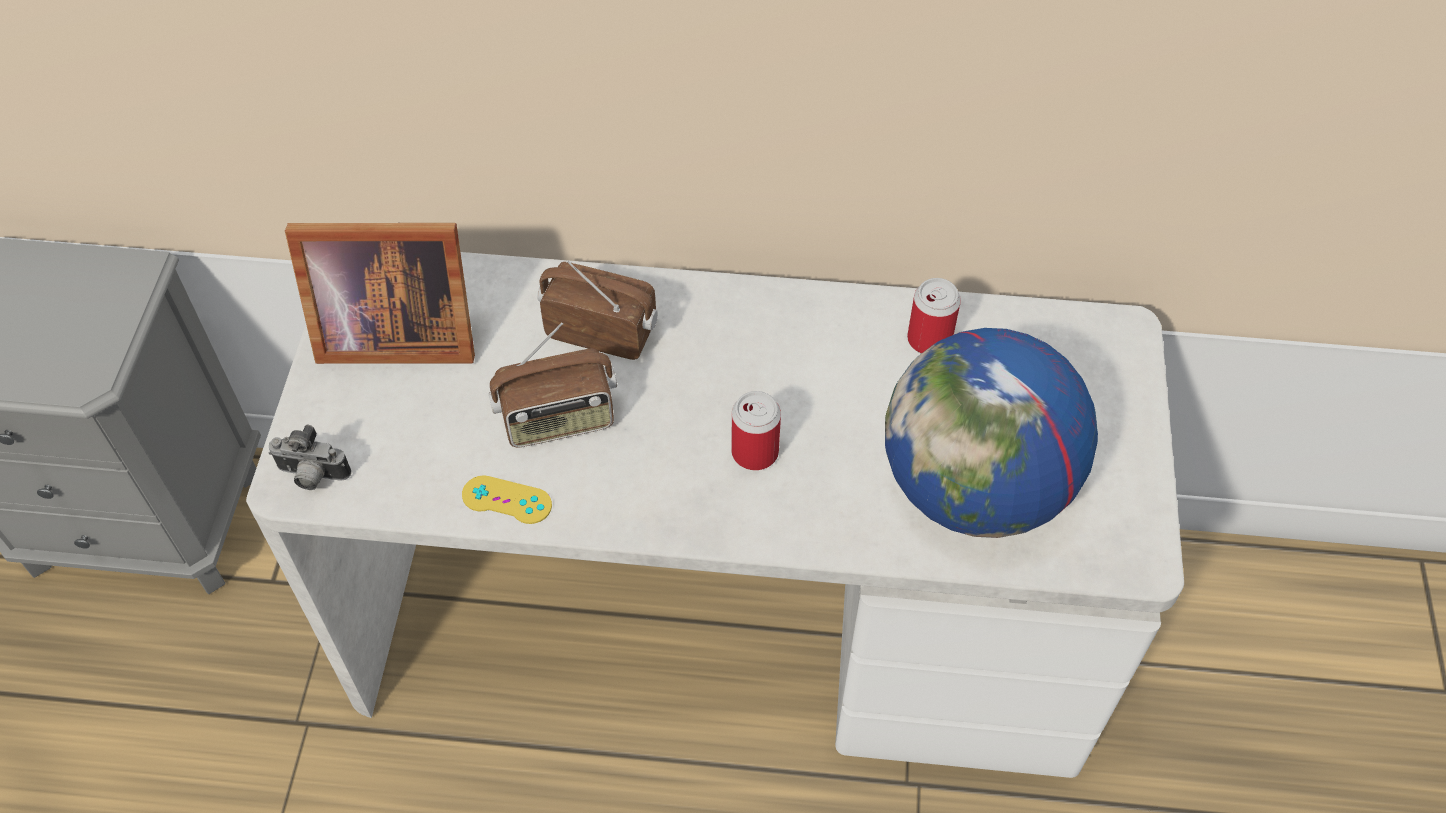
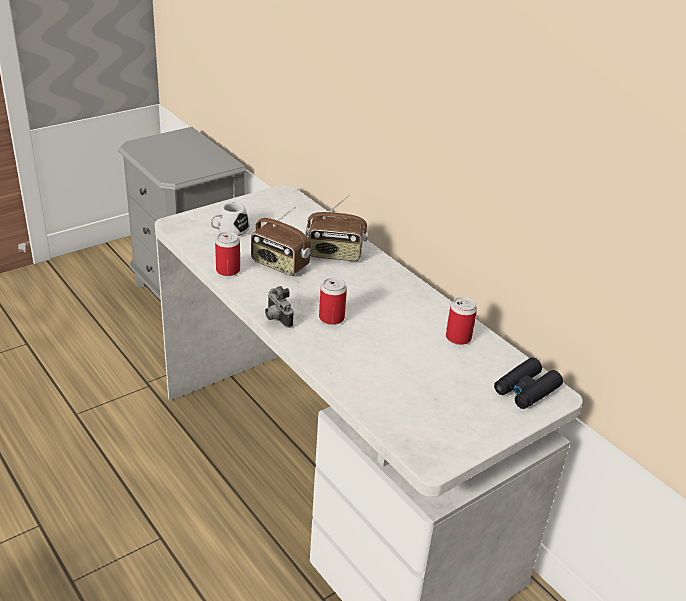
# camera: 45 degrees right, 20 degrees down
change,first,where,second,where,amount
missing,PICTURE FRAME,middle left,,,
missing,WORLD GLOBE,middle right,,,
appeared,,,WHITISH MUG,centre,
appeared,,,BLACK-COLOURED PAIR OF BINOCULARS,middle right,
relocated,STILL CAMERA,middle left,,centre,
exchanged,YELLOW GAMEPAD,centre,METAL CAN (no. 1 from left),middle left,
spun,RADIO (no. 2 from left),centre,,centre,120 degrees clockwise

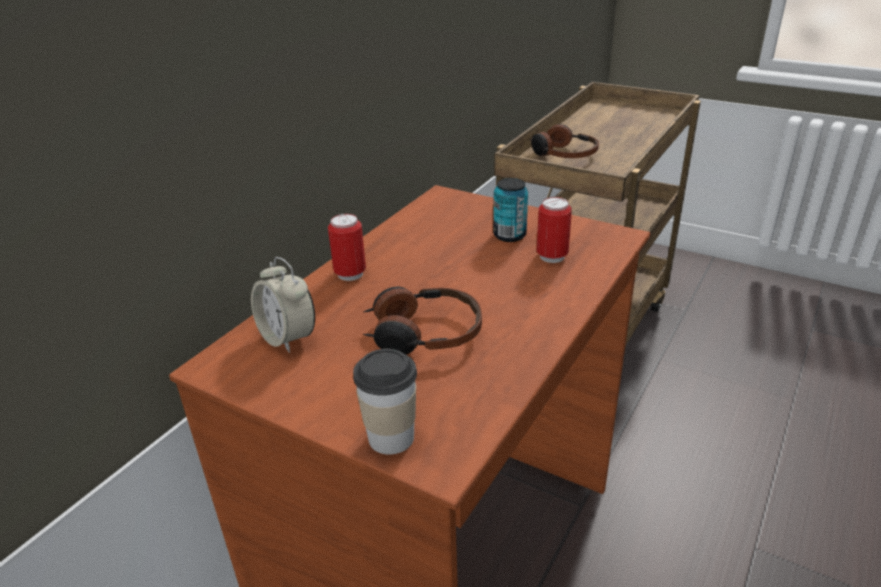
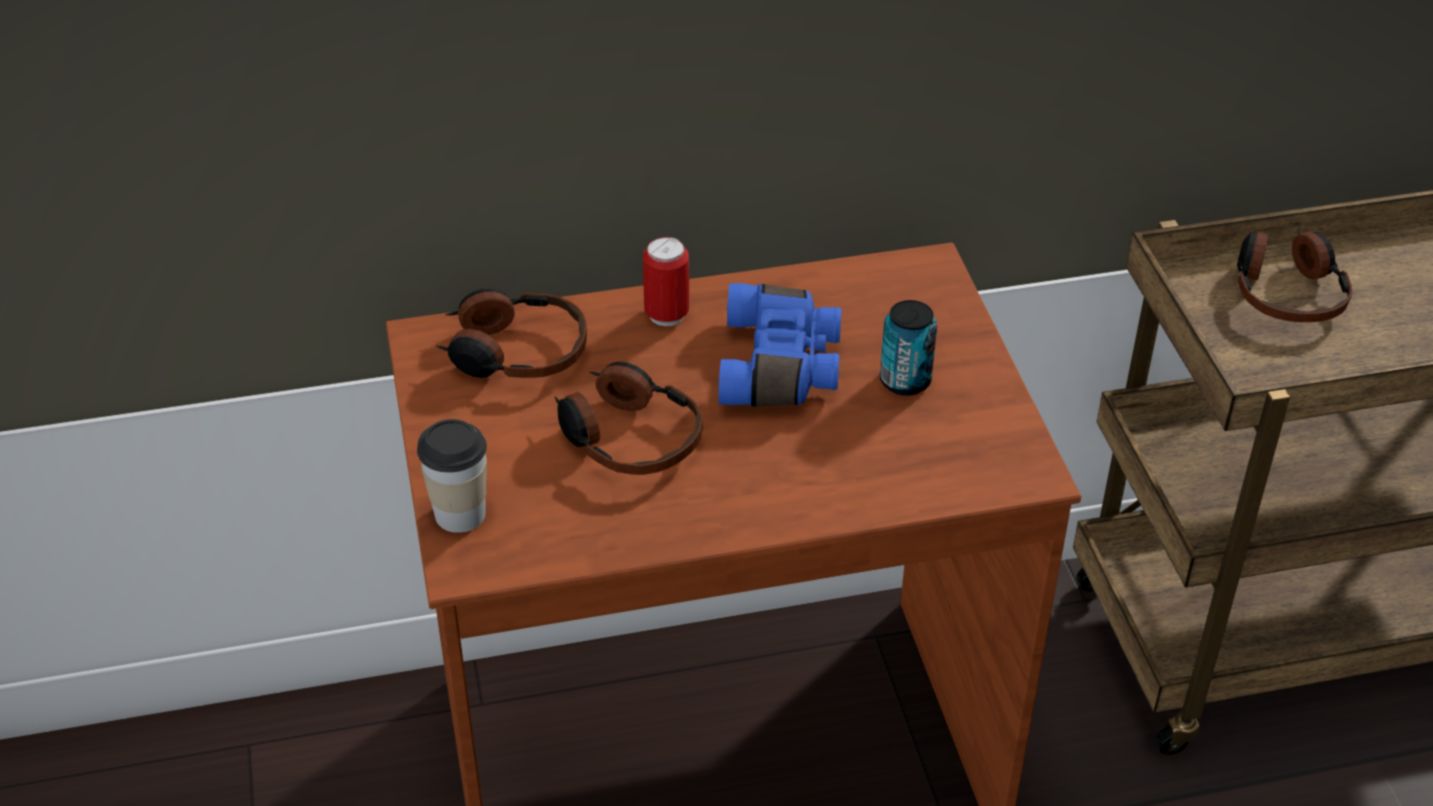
# camera: 45 degrees right, 10 degrees up
change,first,where,second,where,amount
missing,METAL CAN (no. 3 from left),centre,,,
appeared,,,BLUE PAIR OF BINOCULARS,centre,
exchanged,ALARM CLOCK,middle left,PAIR OF HEADPHONES (no. 1 from left),centre,

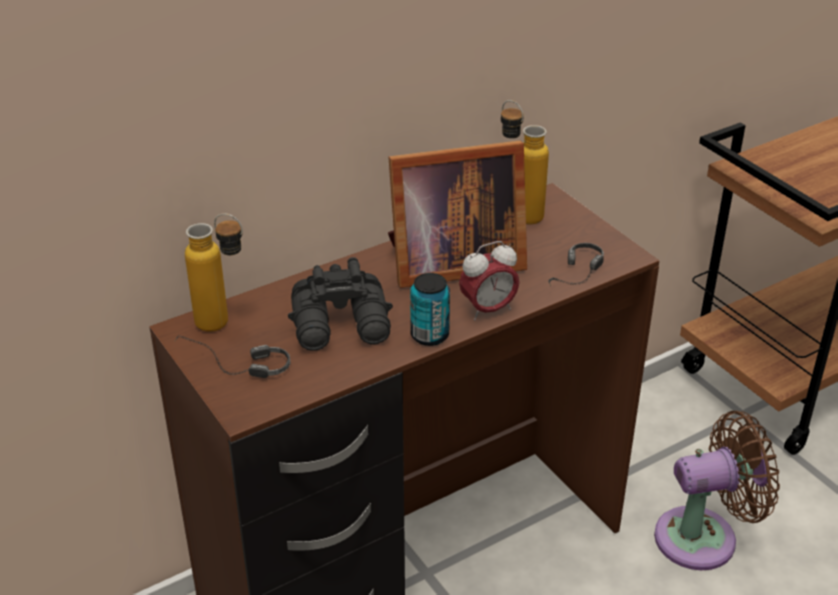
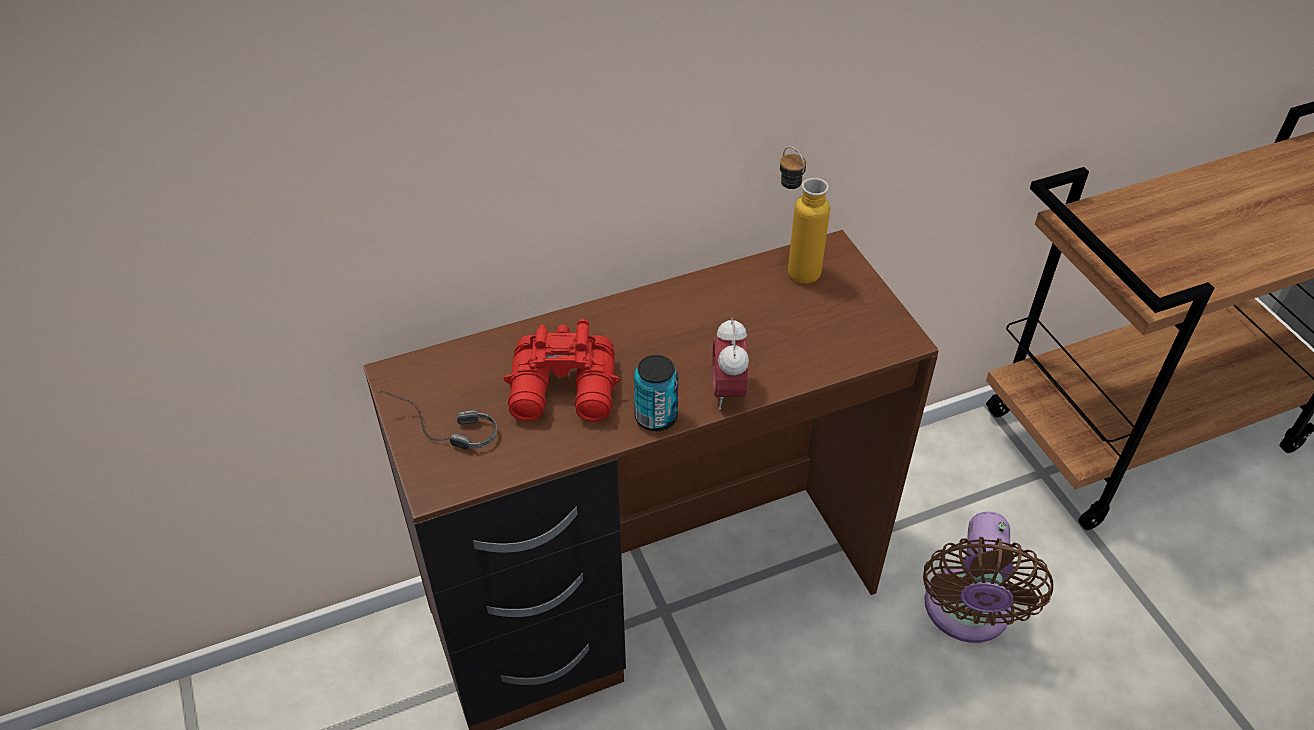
# camera: 10 degrees right, 10 degrees up
change,first,where,second,where,amount
missing,DRINK BOTTLE (no. 1 from left),middle left,,,
missing,PICTURE FRAME,centre,,,
missing,PAIR OF HEADPHONES (no. 2 from left),middle right,,,
colour,BLACK-COLOURED PAIR OF BINOCULARS,centre,REDDISH PAIR OF BINOCULARS,centre,
spun,ALARM CLOCK,centre,,centre,105 degrees clockwise
spun,BROWN-COLOURED FAN,bottom right,,bottom right,105 degrees clockwise

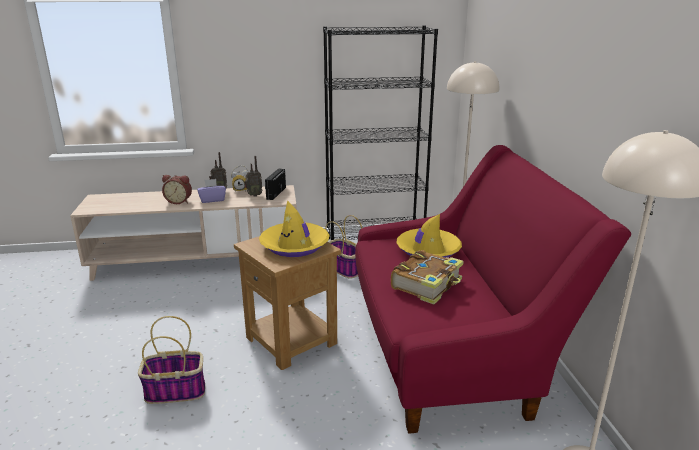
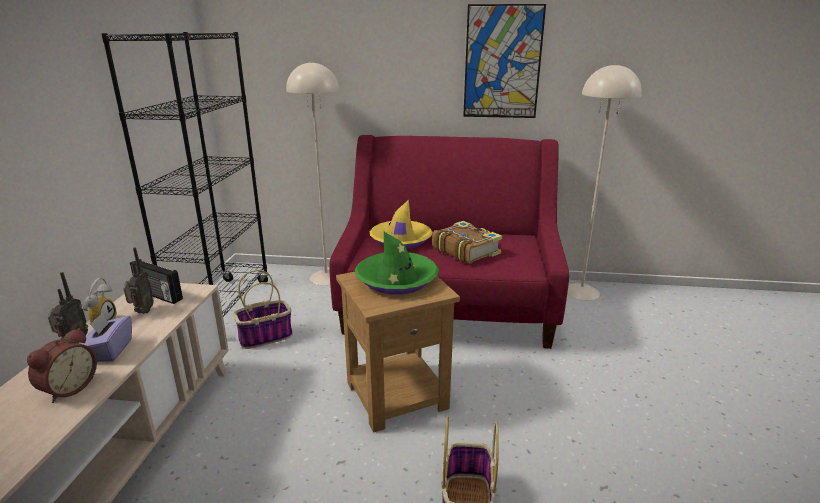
# camera: 75 degrees left, 0 degrees up
change,first,where,second,where,amount
appeared,,,PICTURE,top centre,
colour,YELLOW CLOTHING HAT (no. 1 from left),centre,GREEN-COLOURED CLOTHING HAT,centre,

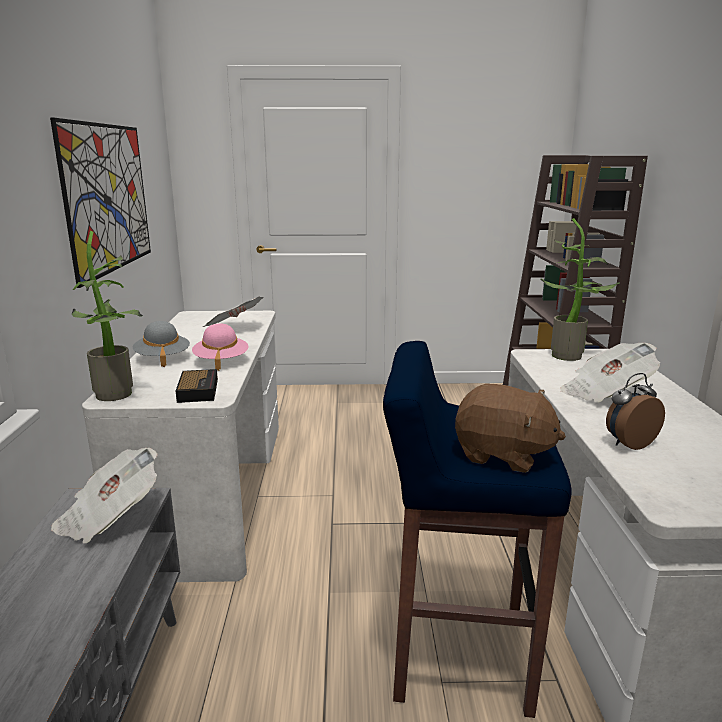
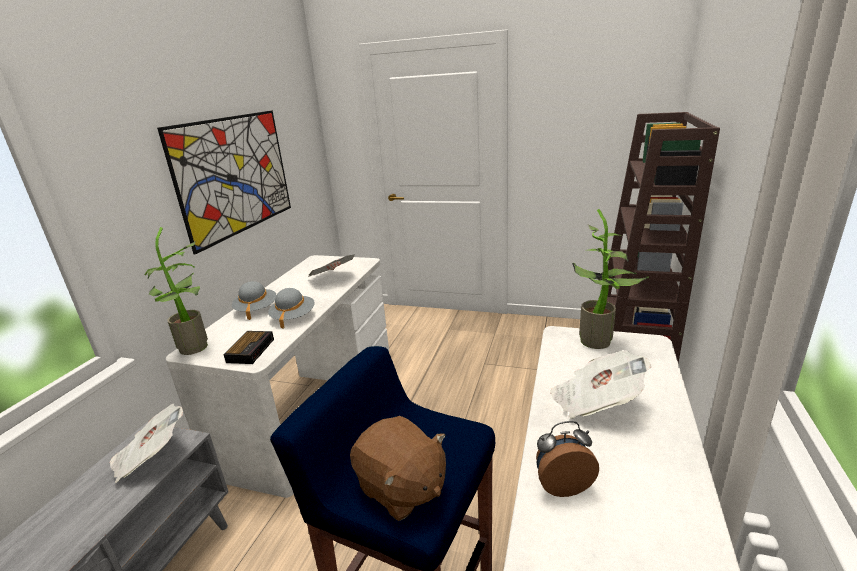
# camera: 20 degrees right, 5 degrees up
change,first,where,second,where,amount
colour,PINKISH CLOTHING HAT,middle left,GREY CLOTHING HAT (no. 2 from left),centre,

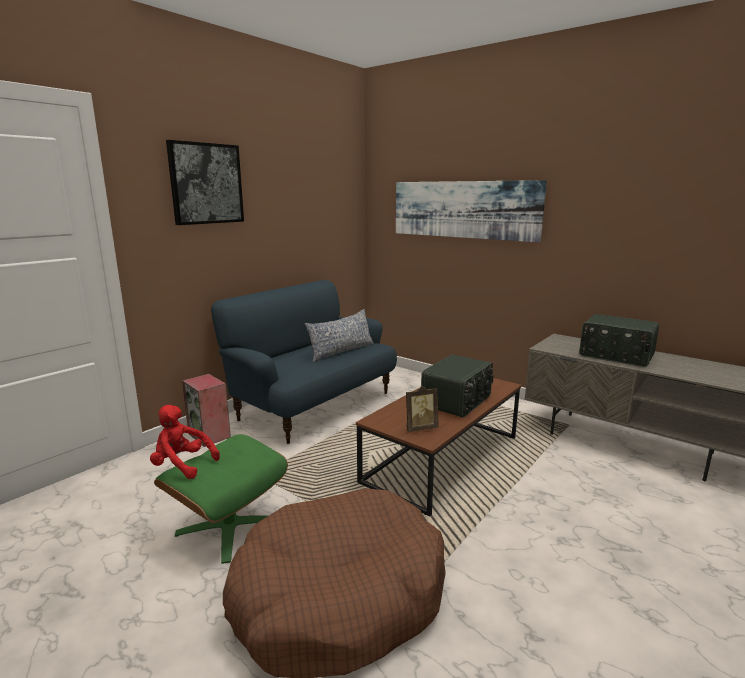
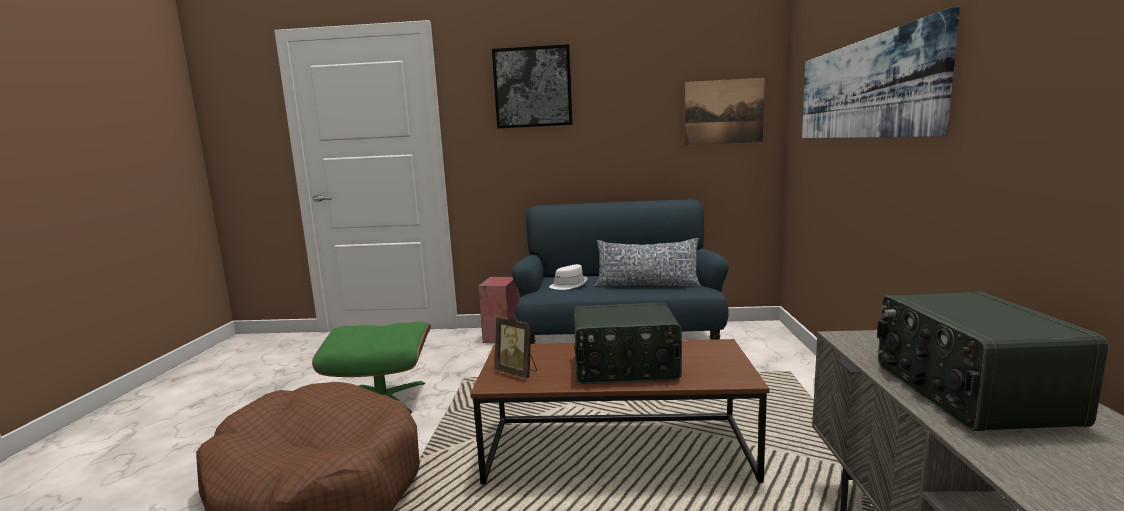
# camera: 55 degrees right, 5 degrees down
change,first,where,second,where,amount
missing,REDDISH CUDDLY TOY,middle left,,,
appeared,,,WHITISH CLOTHING HAT,centre,
appeared,,,PICTURE (no. 2 from left),top centre,

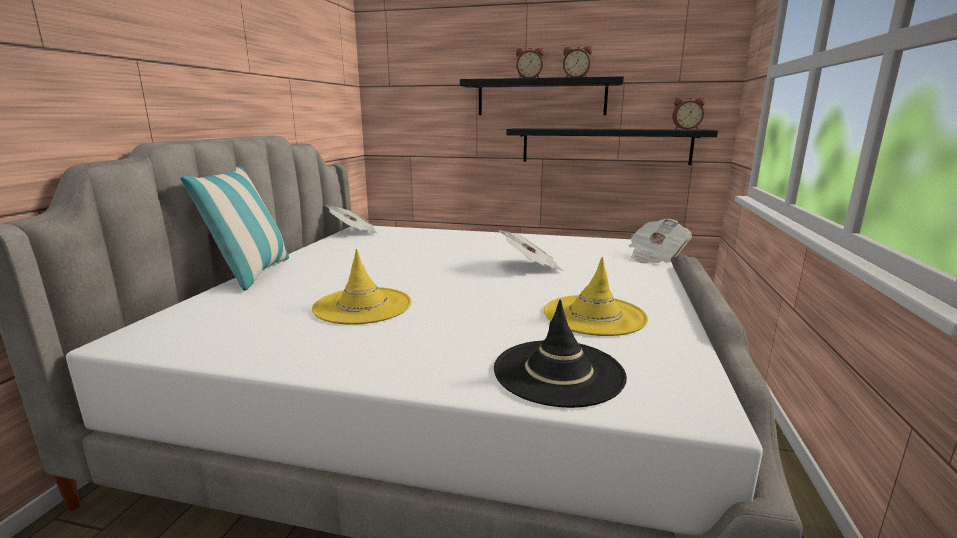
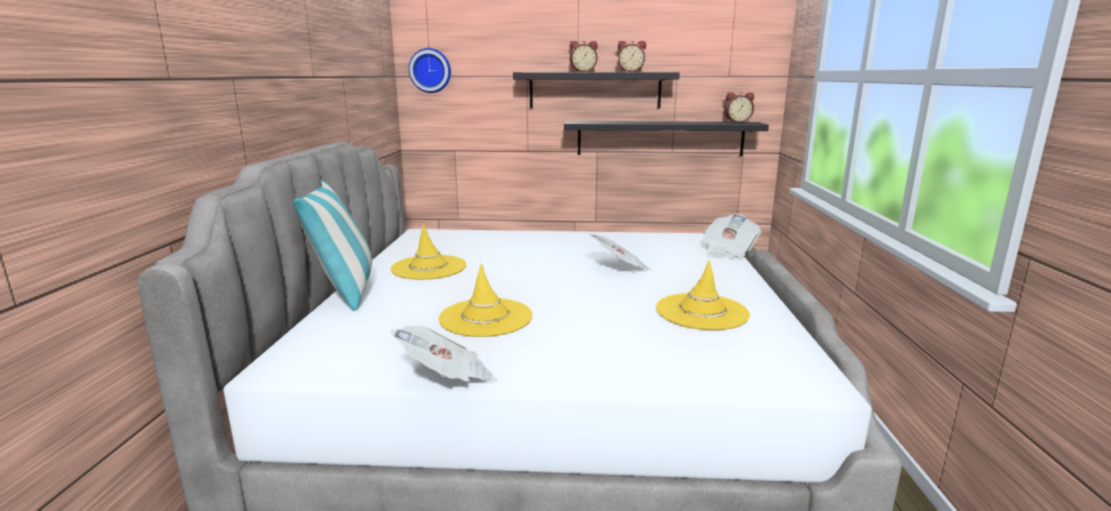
# camera: 10 degrees left, 0 degrees up
change,first,where,second,where,amount
missing,BLACK-COLOURED CLOTHING HAT,centre,,,
appeared,,,YELLOW CLOTHING HAT (no. 1 from left),centre,
appeared,,,WALL CLOCK,top centre,
relocated,PRINTED PAPER (no. 1 from left),centre,,bottom centre,

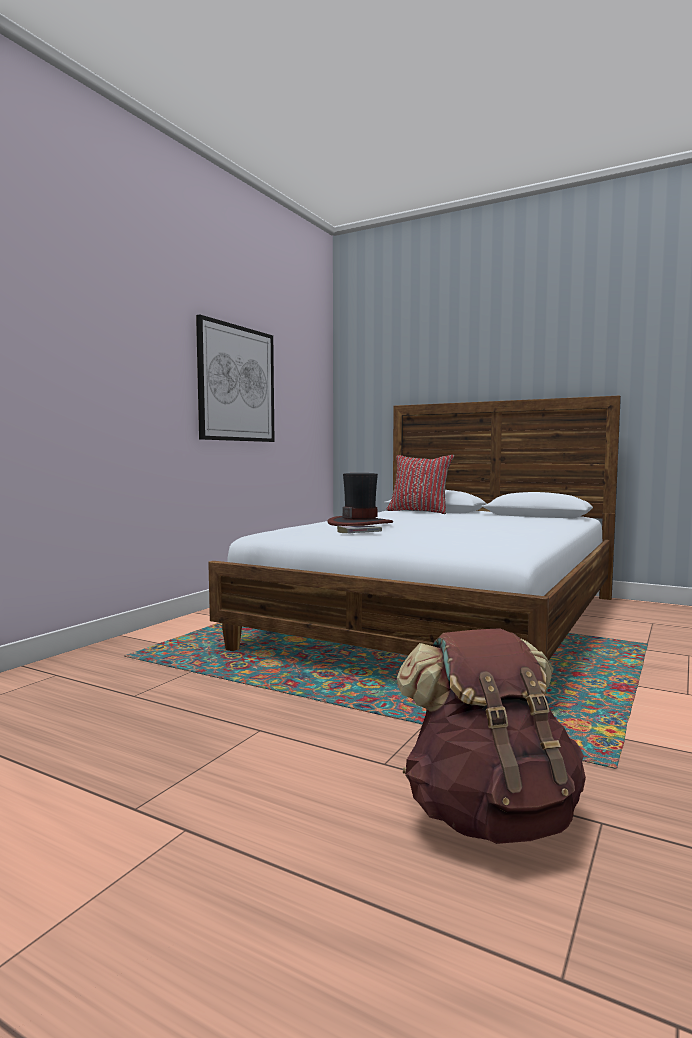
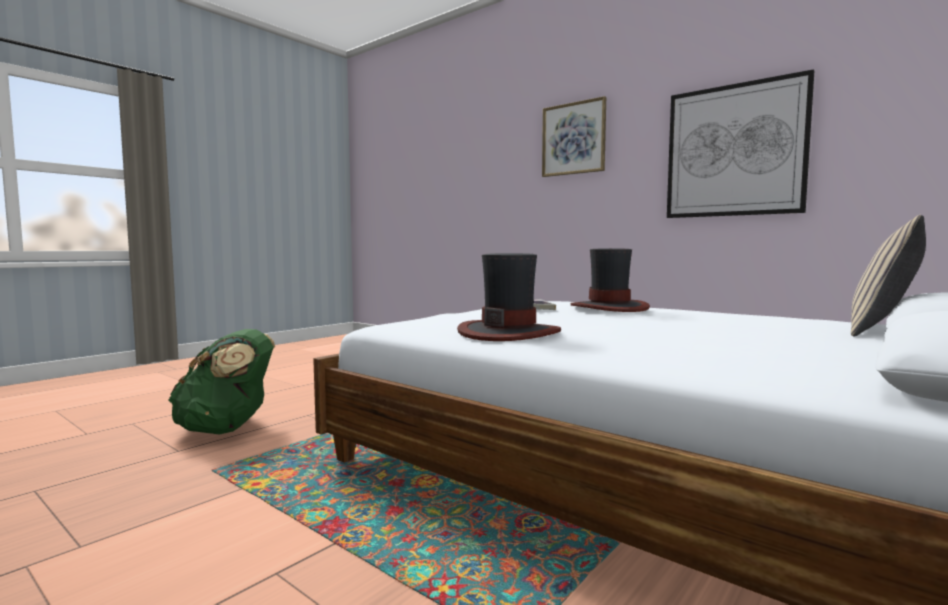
# camera: 100 degrees right, 0 degrees up
change,first,where,second,where,amount
appeared,,,CLOTHING HAT (no. 1 from left),centre,
appeared,,,PICTURE (no. 1 from left),top centre,
colour,REDDISH CUSHION,centre,BEIGE CUSHION,middle right,
colour,BROWN-COLOURED BACKPACK,bottom right,GREEN-COLOURED BACKPACK,middle left,

